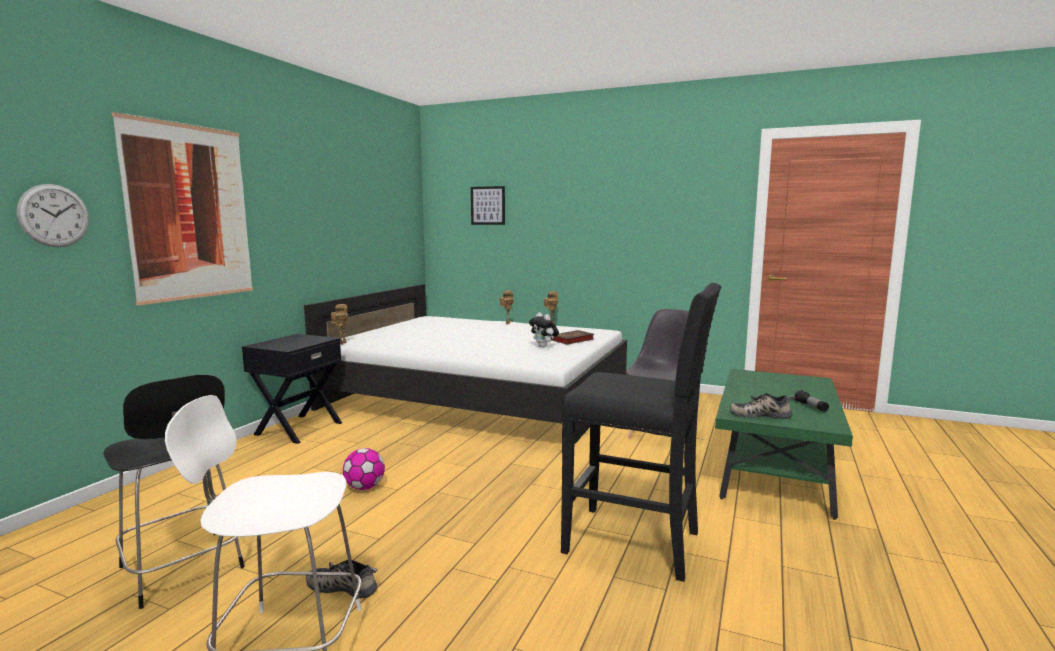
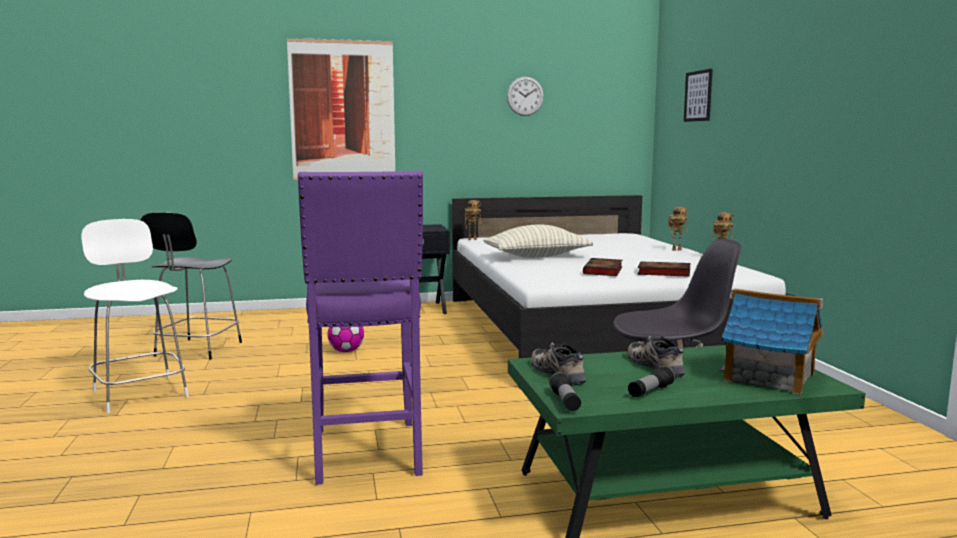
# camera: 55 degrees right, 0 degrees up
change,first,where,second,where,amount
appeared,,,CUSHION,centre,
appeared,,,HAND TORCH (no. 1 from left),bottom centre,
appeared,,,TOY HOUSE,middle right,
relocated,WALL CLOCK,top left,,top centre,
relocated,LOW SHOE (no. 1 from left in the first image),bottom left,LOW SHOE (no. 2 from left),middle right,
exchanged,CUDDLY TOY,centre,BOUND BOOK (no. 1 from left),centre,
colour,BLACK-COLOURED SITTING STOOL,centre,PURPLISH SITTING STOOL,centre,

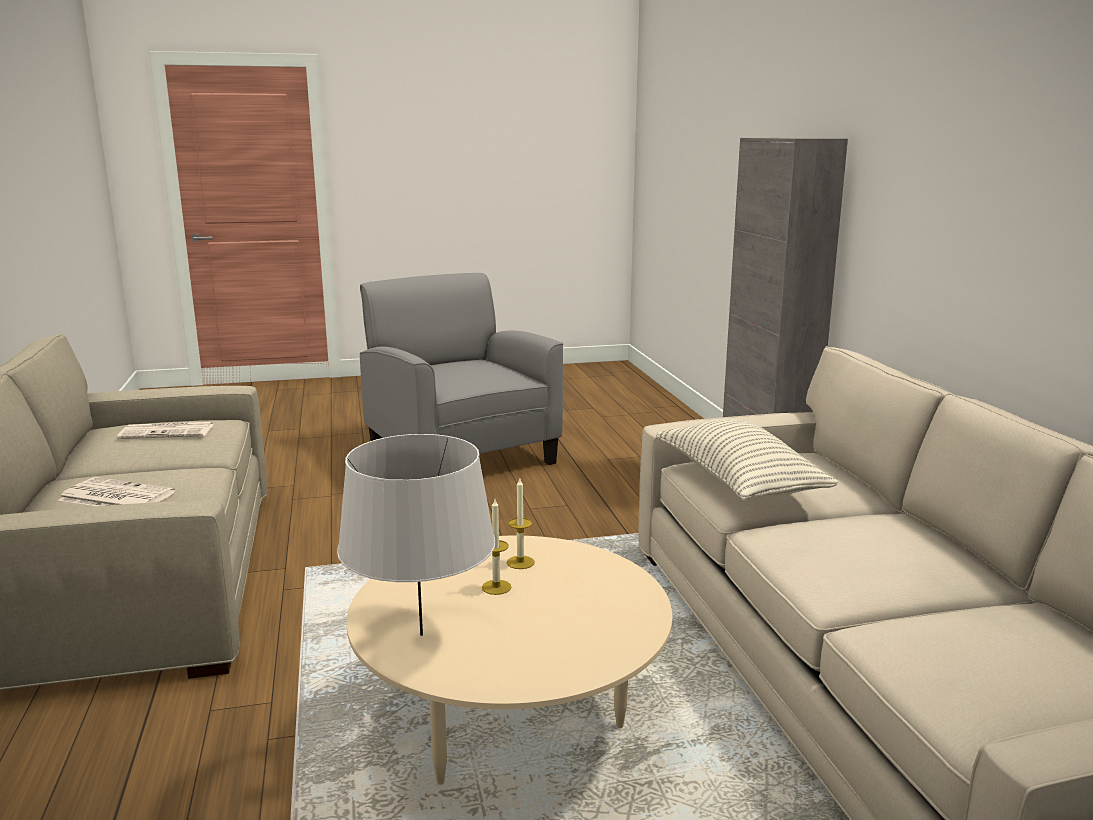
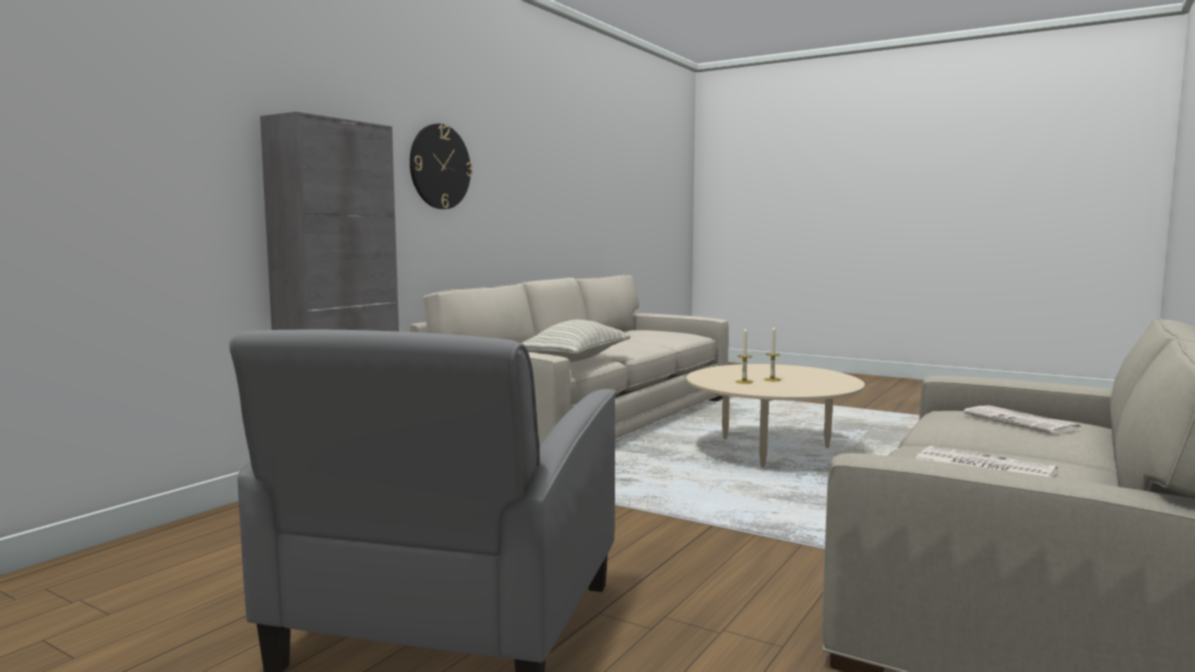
# camera: 135 degrees left, 10 degrees down
change,first,where,second,where,amount
missing,GREY TABLETOP LAMP,centre,,,
appeared,,,WALL CLOCK,top centre,

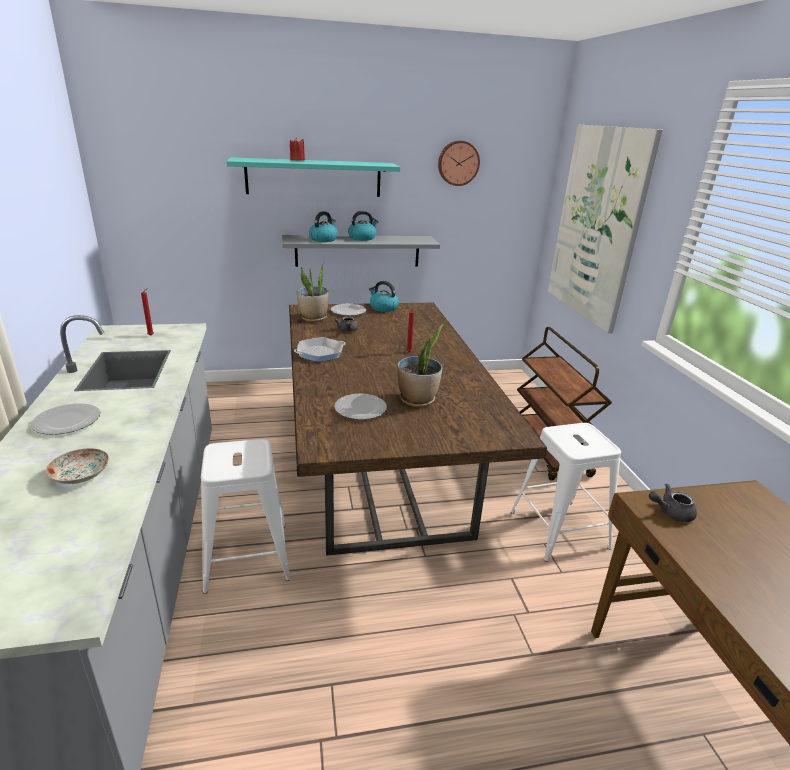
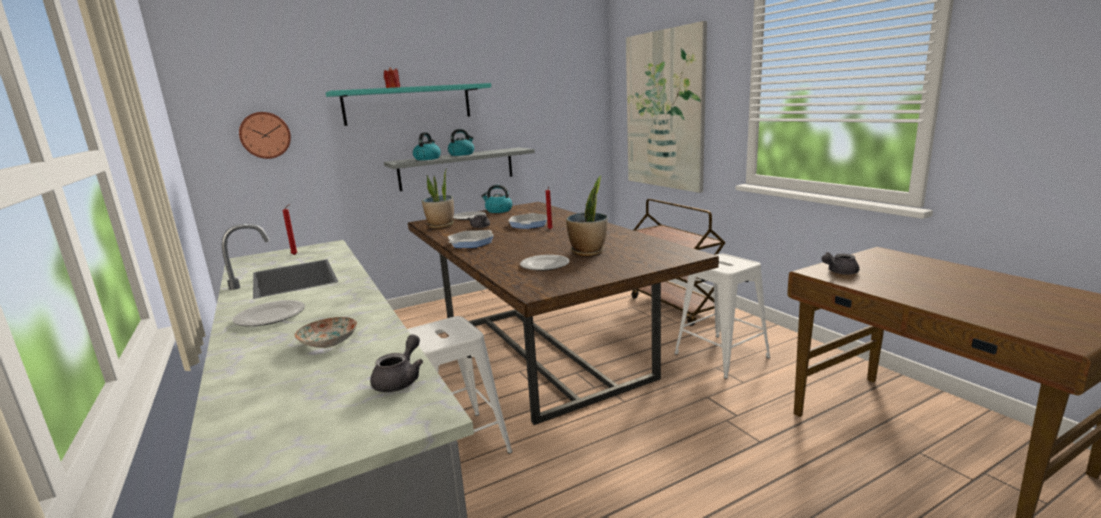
# camera: 15 degrees left, 10 degrees down
change,first,where,second,where,amount
appeared,,,GREY TEA POT (no. 1 from left),bottom centre,
appeared,,,PAN (no. 2 from left),centre,
relocated,WALL CLOCK,top centre,,top left,

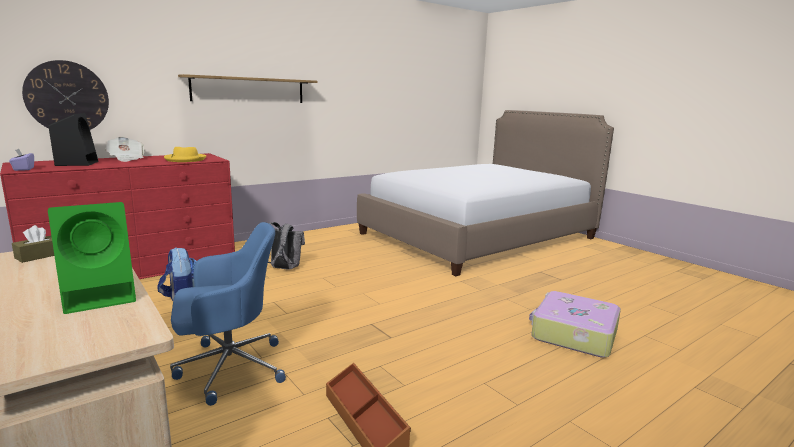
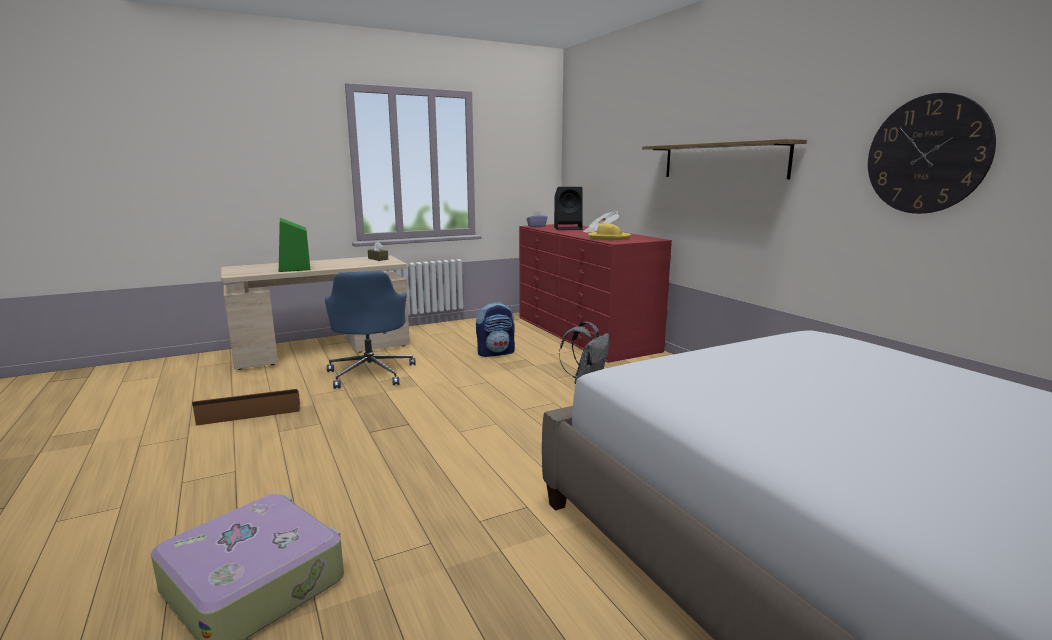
# camera: 100 degrees right, 0 degrees up
change,first,where,second,where,amount
relocated,WALL CLOCK,top left,,top right,

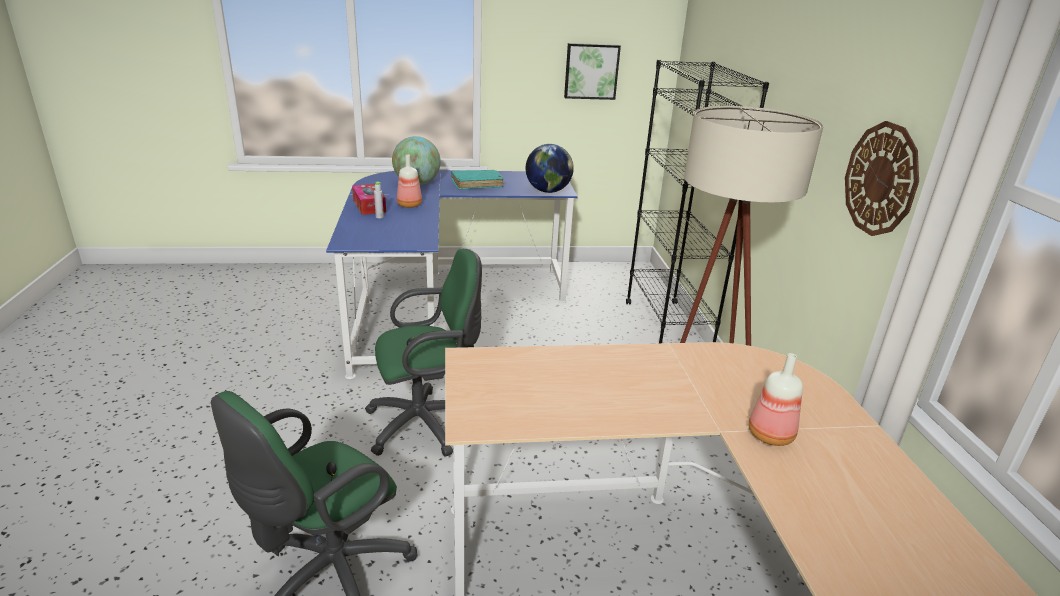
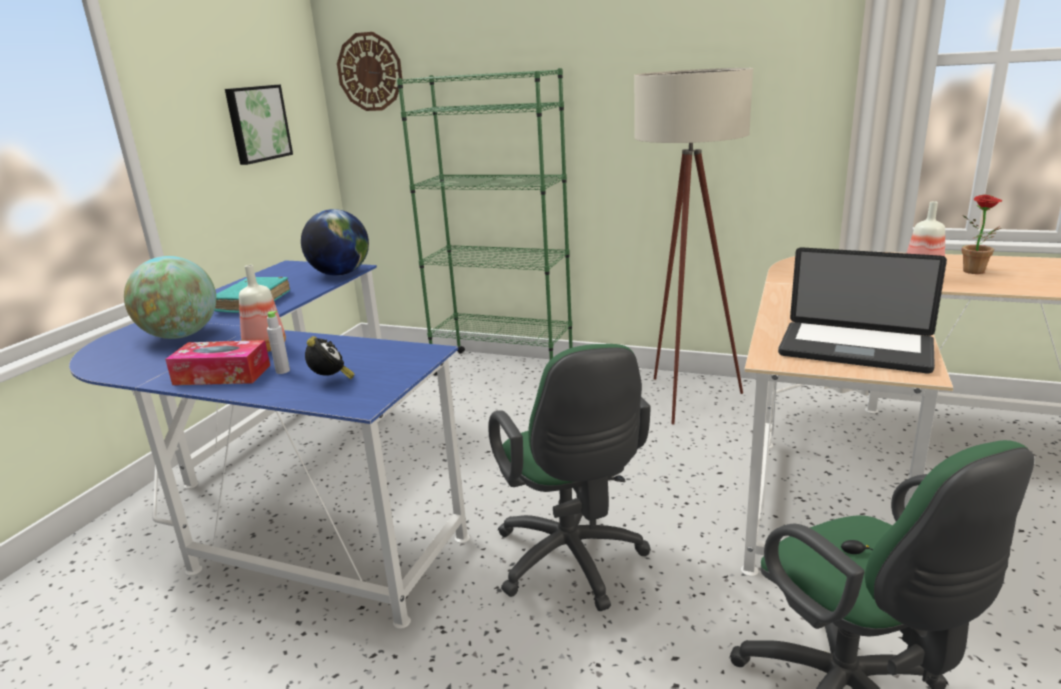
# camera: 60 degrees left, 5 degrees down
change,first,where,second,where,amount
appeared,,,ALARM CLOCK,middle left,
appeared,,,PORTABLE COMPUTER,middle right,
appeared,,,PLANT IN A POT,middle right,
relocated,WALL CLOCK,top right,,top centre,
colour,BLACK-COLOURED BOOKSHELF,centre,GREEN-COLOURED BOOKSHELF,top centre,
spun,GREEN-COLOURED DESK CHAIR (no. 2 from left in the first image),centre,GREEN-COLOURED DESK CHAIR (no. 1 from left),bottom centre,150 degrees clockwise

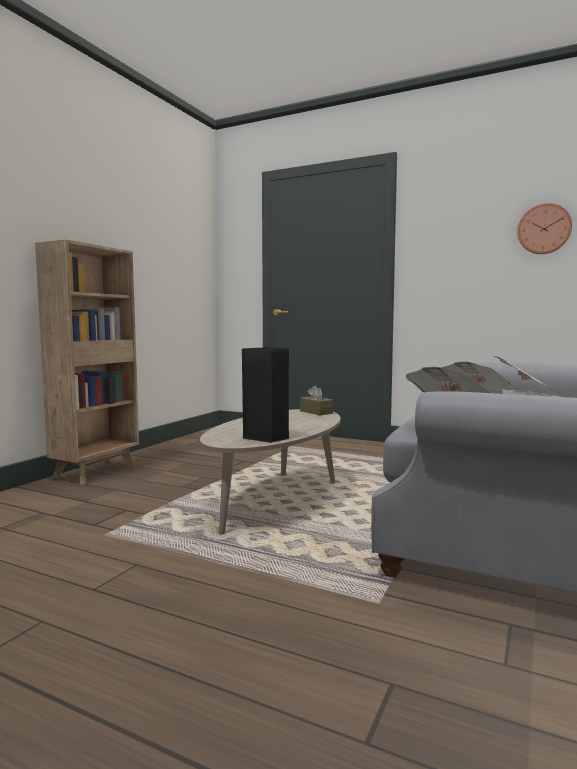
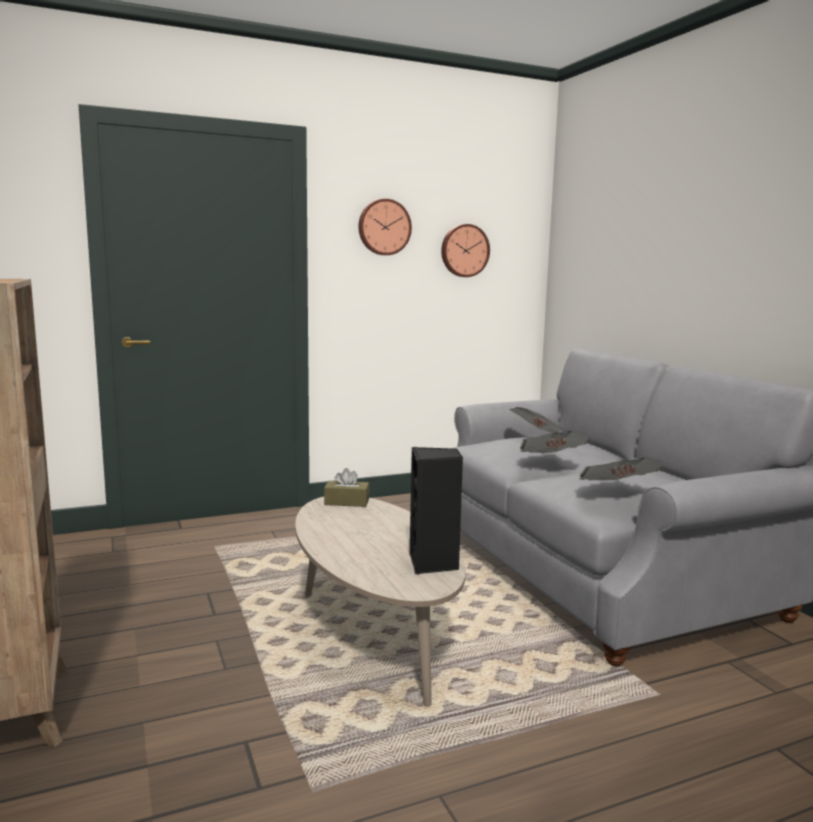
# camera: 50 degrees left, 5 degrees up
change,first,where,second,where,amount
appeared,,,WALL CLOCK (no. 1 from left),top centre,

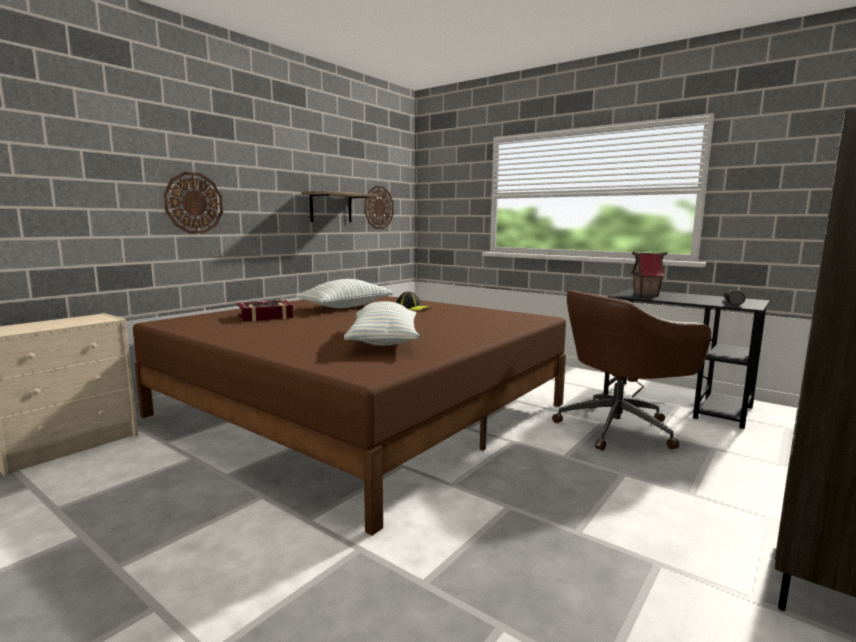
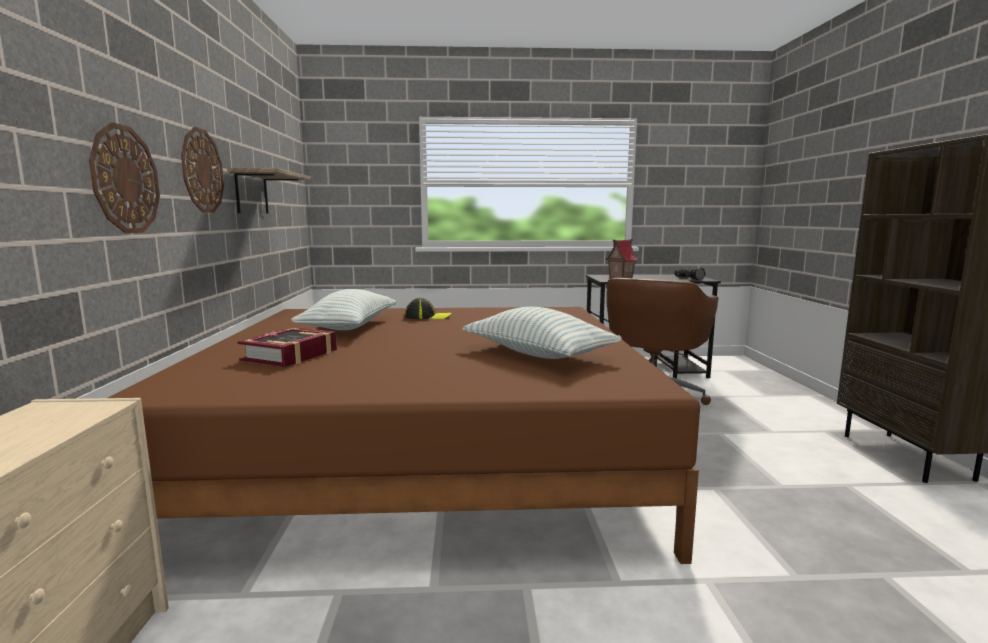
# camera: 40 degrees left, 0 degrees up
change,first,where,second,where,amount
relocated,WALL CLOCK (no. 2 from left),top centre,,top left,

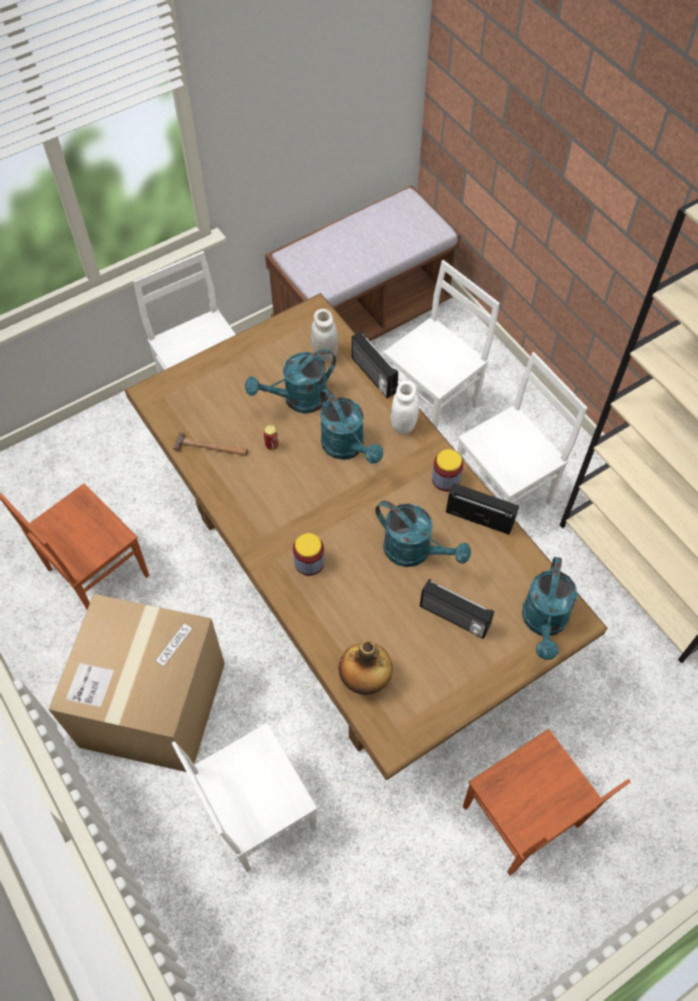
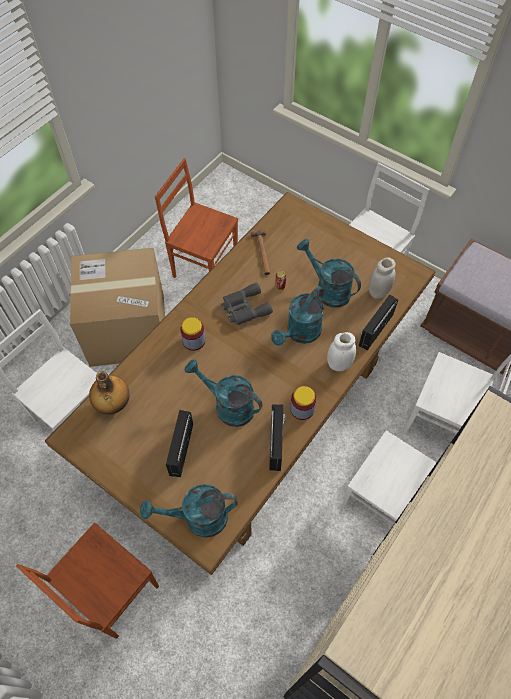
# camera: 70 degrees right, 0 degrees up
change,first,where,second,where,amount
appeared,,,GREY PAIR OF BINOCULARS,centre,
spun,TURQUOISE-COLOURED WATERING POT (no. 3 from left in the first image),centre,TURQUOISE-COLOURED WATERING POT (no. 2 from left),centre,105 degrees clockwise

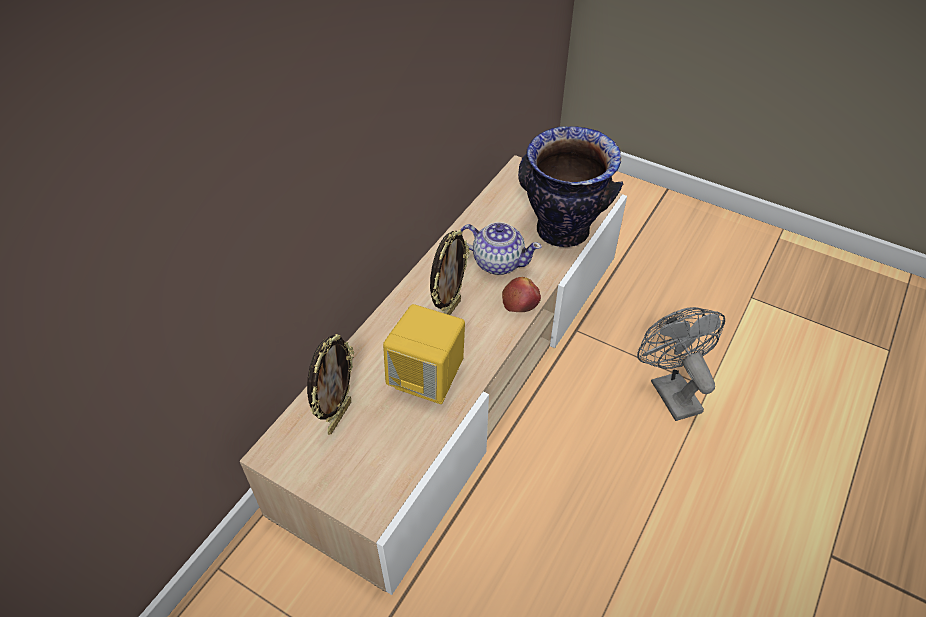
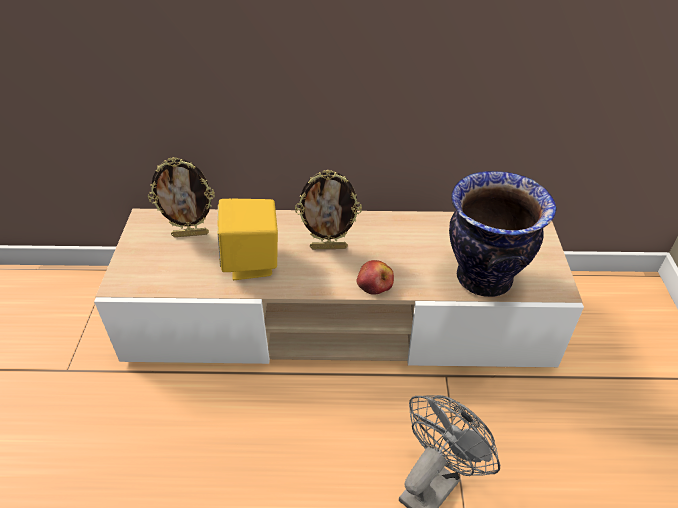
# camera: 60 degrees right, 5 degrees down
change,first,where,second,where,amount
missing,TEA POT,centre,,,

